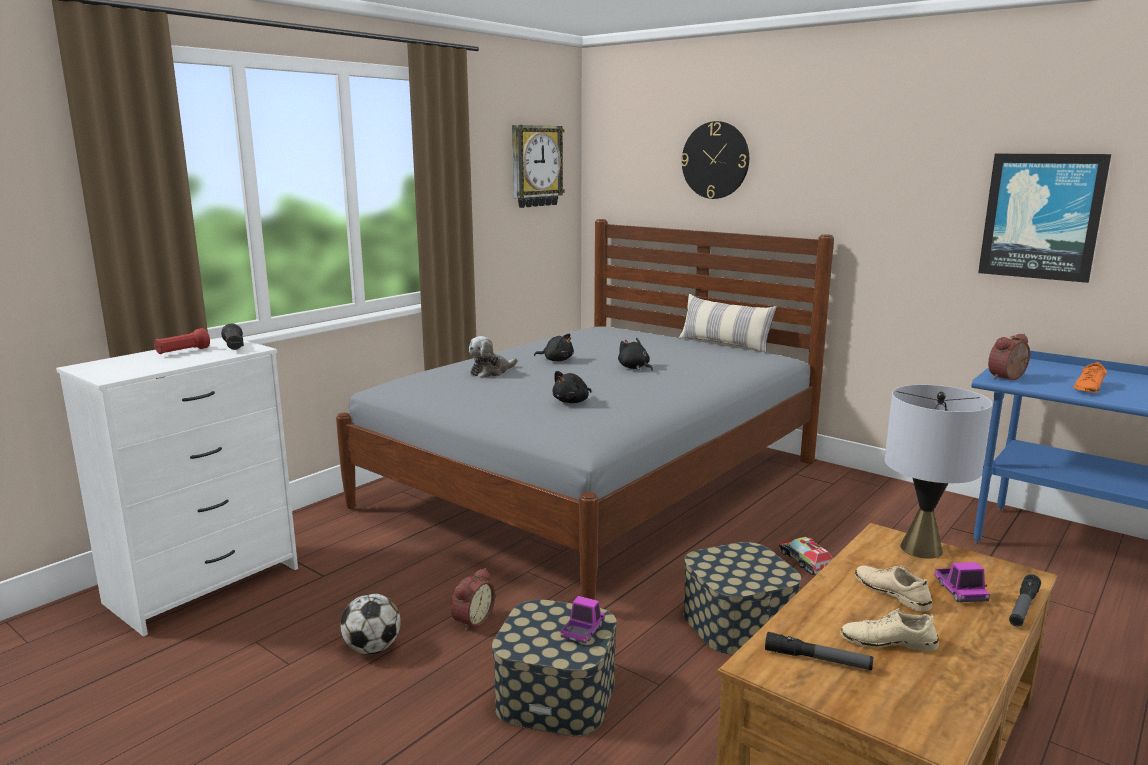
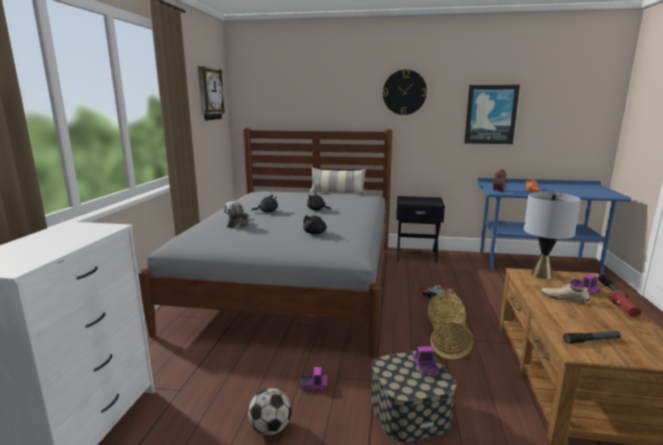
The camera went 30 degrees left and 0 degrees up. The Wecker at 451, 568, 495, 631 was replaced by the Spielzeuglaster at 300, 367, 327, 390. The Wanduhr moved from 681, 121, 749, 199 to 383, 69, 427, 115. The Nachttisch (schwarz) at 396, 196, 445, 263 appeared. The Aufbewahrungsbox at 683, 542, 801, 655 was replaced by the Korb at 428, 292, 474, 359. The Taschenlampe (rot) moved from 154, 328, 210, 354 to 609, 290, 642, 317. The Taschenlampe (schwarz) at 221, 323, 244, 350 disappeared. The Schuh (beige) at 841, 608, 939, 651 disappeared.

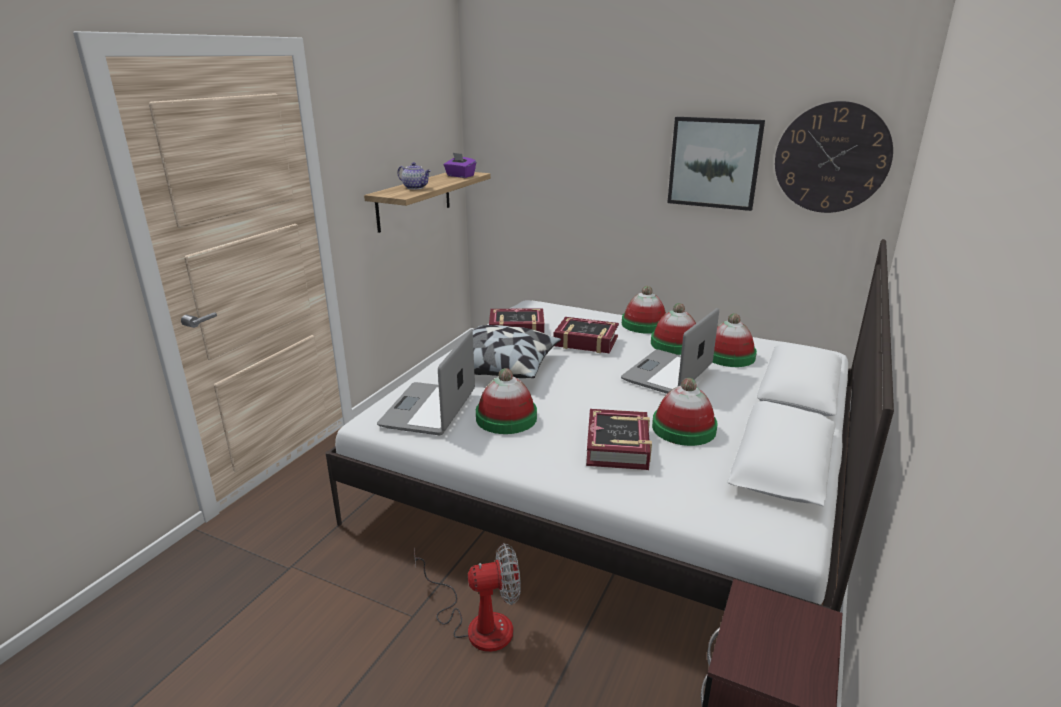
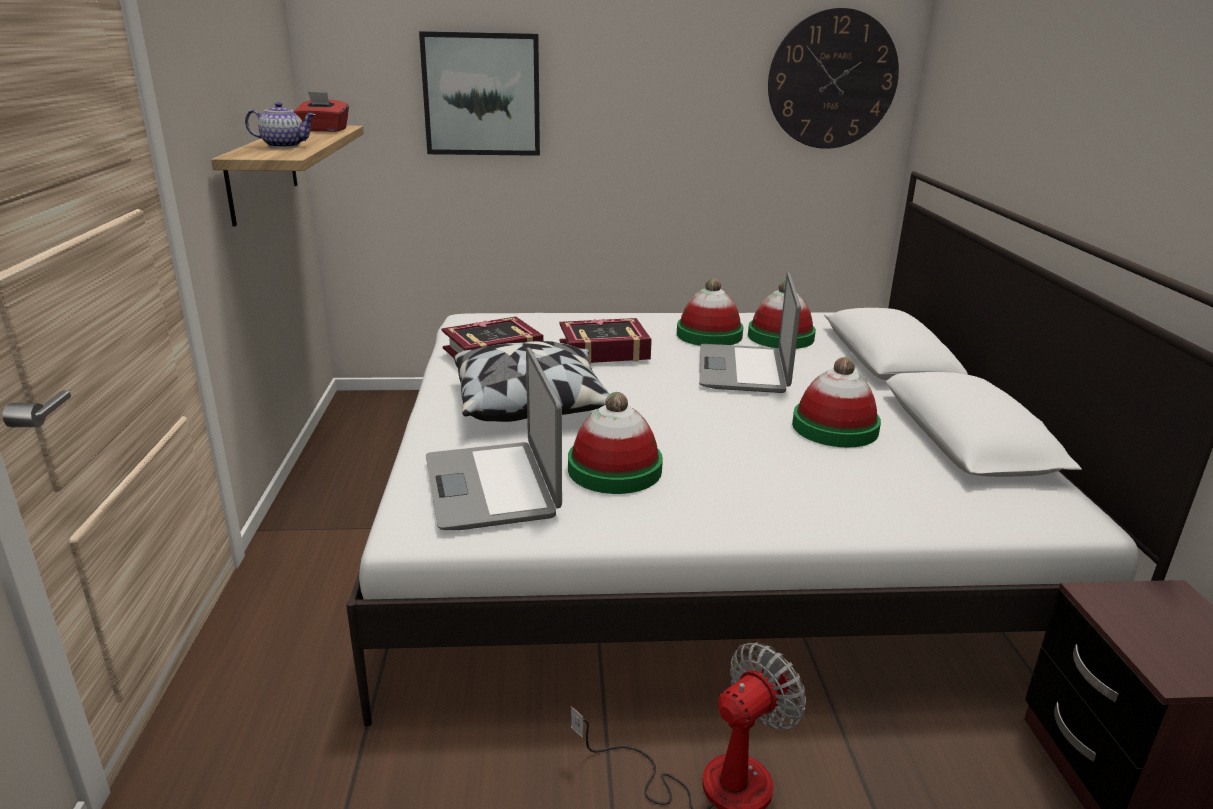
The camera went 30 degrees left and 0 degrees up. The Taschentuchbox (lila) at 444, 153, 476, 178 became the Taschentuchbox (rot) at 294, 92, 349, 132. The Bild moved from 667, 117, 765, 211 to 419, 31, 540, 156. The Buch at 586, 409, 652, 470 disappeared. The Hut at 622, 286, 666, 334 disappeared.

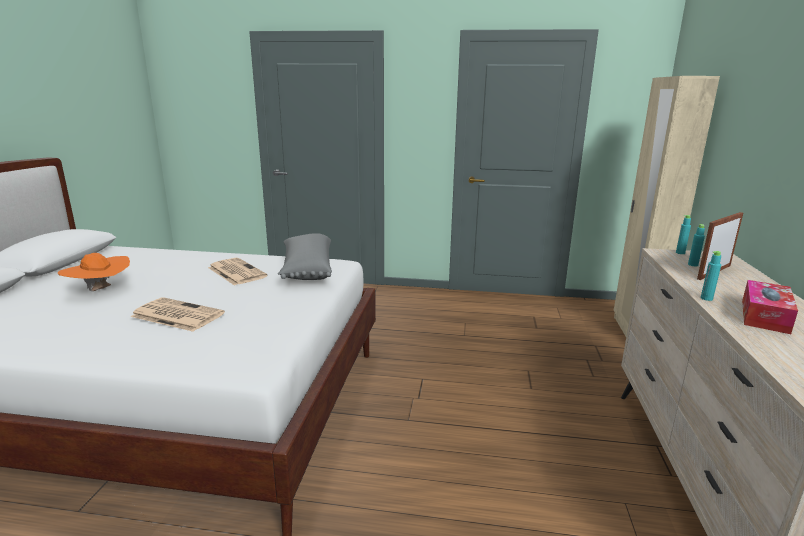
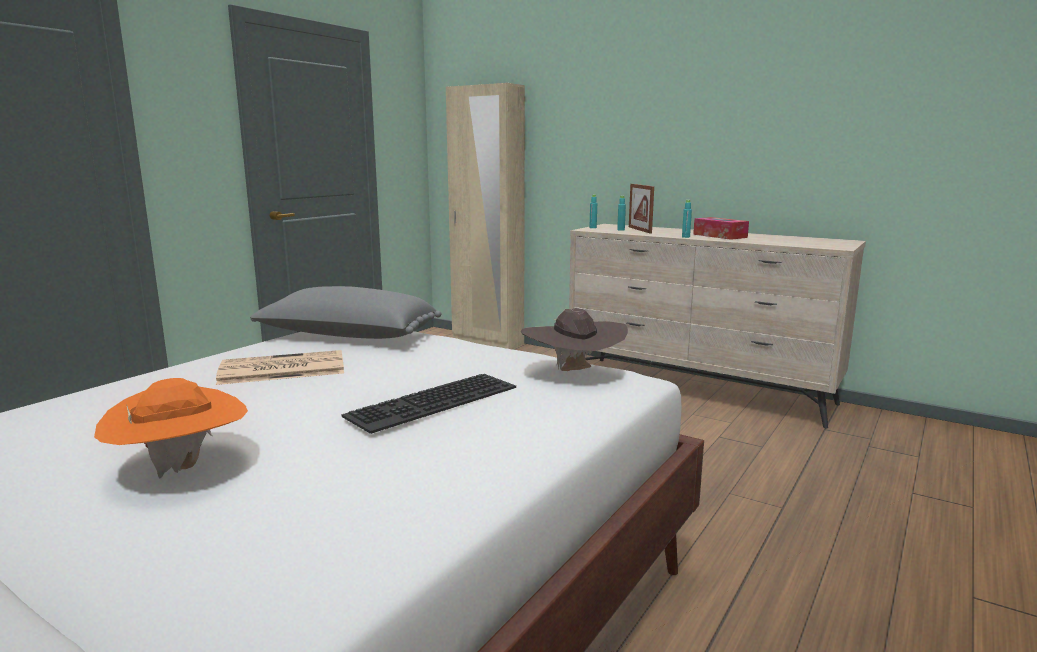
The camera went 65 degrees left and 5 degrees down. The Zeitung at 130, 297, 225, 332 was replaced by the Tastatur at 341, 374, 516, 434. The Hut (braun) at 521, 308, 628, 371 appeared.

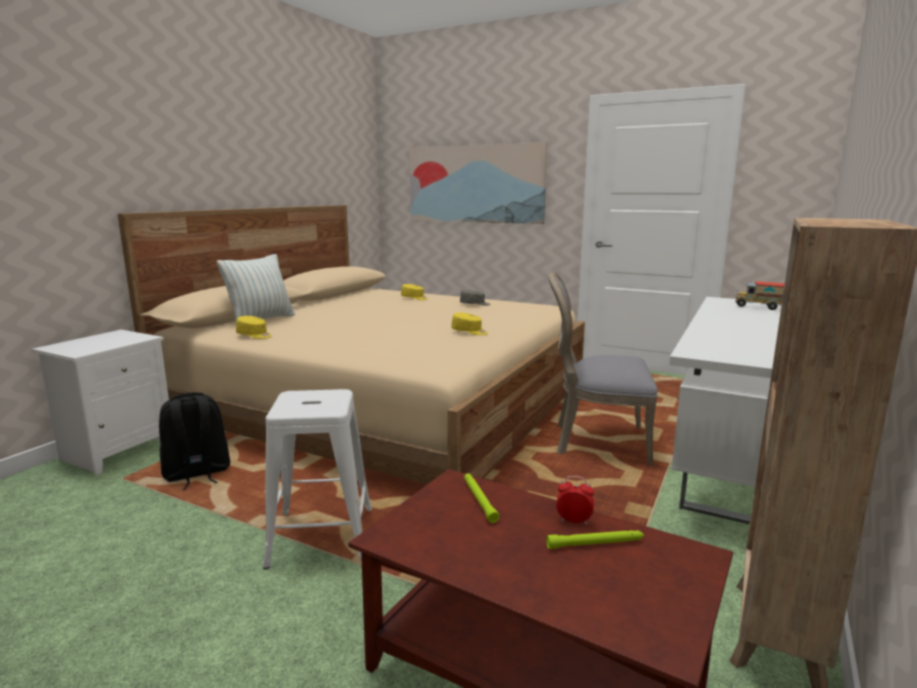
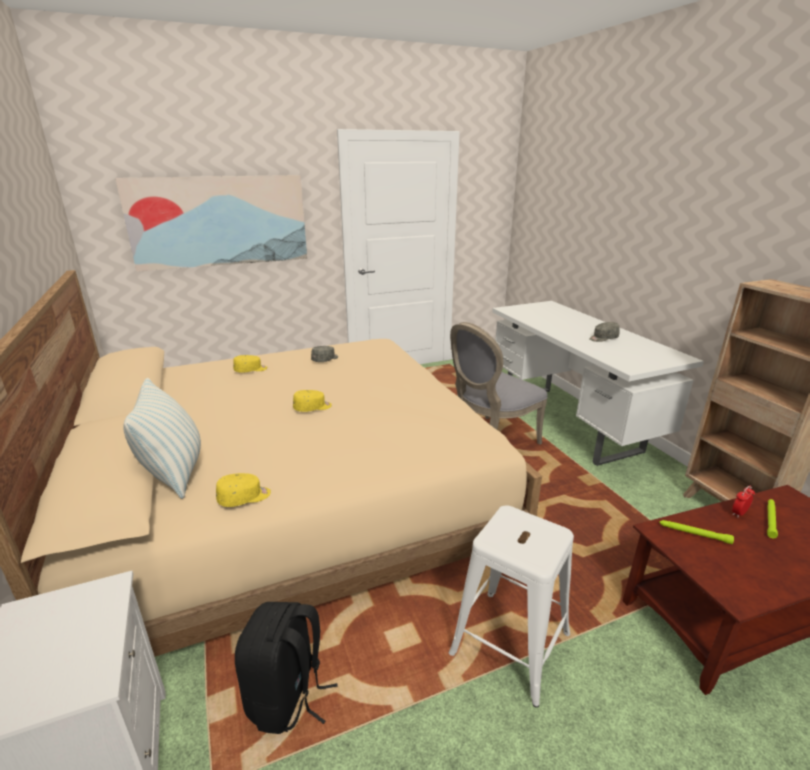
The camera went 50 degrees left and 10 degrees up. The Kappe (gelb) moved from 451, 313, 488, 335 to 293, 390, 332, 412. The Kappe (grau) at 589, 322, 620, 342 appeared. The Spielzeuglaster at 735, 281, 785, 310 disappeared.

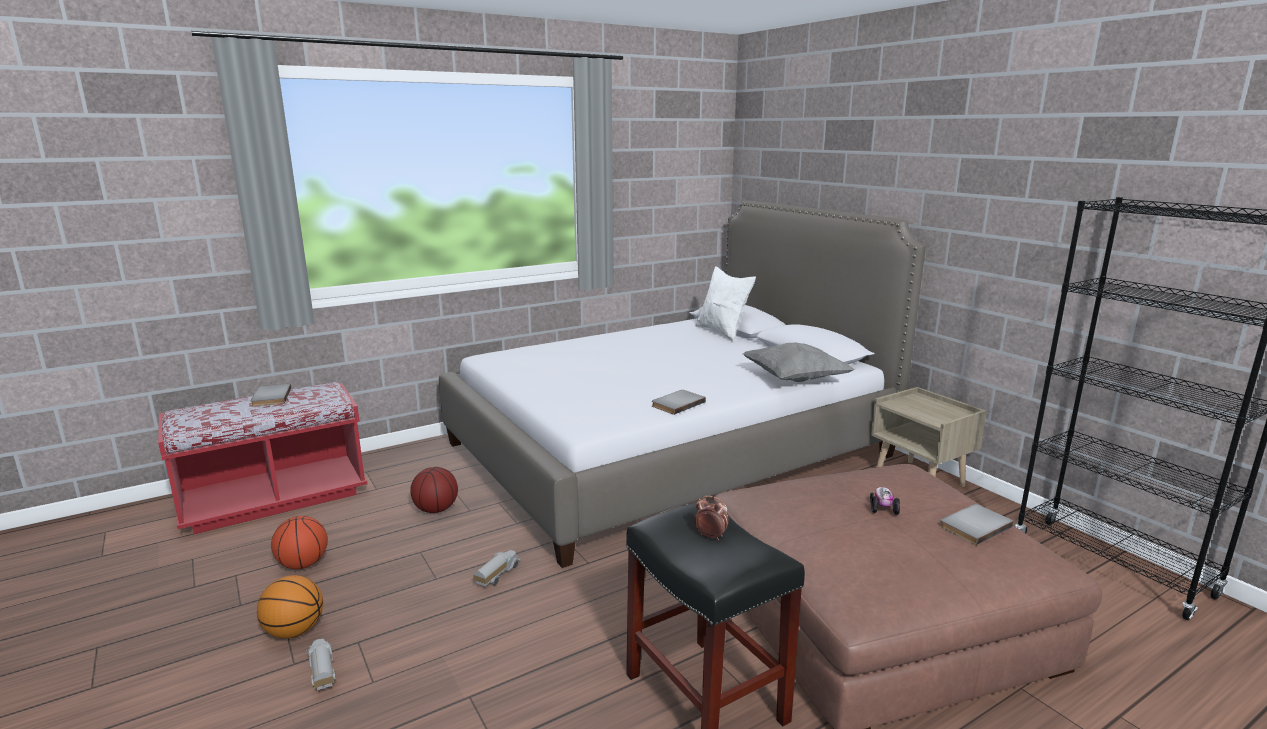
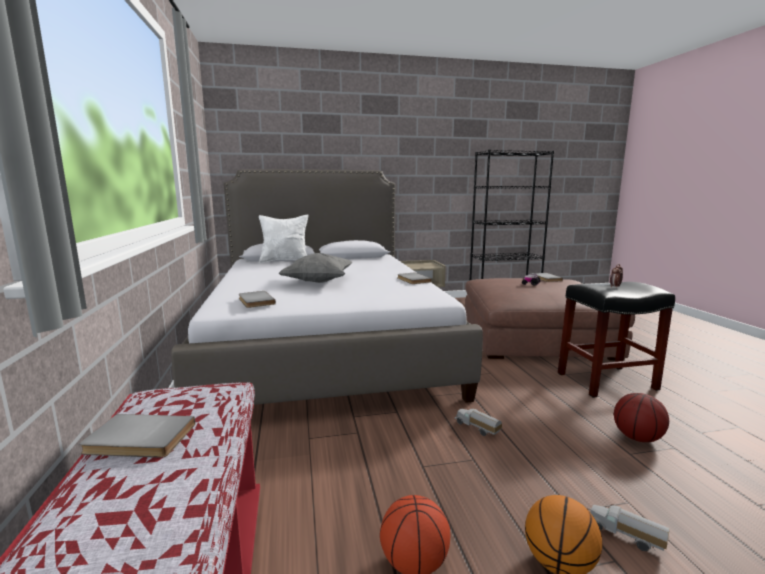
The camera went 70 degrees left and 5 degrees down. The Buch (grau) at 239, 291, 276, 308 appeared. The Kissen (grau) moved from 743, 343, 855, 382 to 279, 253, 352, 283. The Spielzeuglaster at 306, 638, 336, 690 turned 45 degrees clockwise. The Basketball moved from 410, 467, 458, 513 to 614, 393, 669, 442.

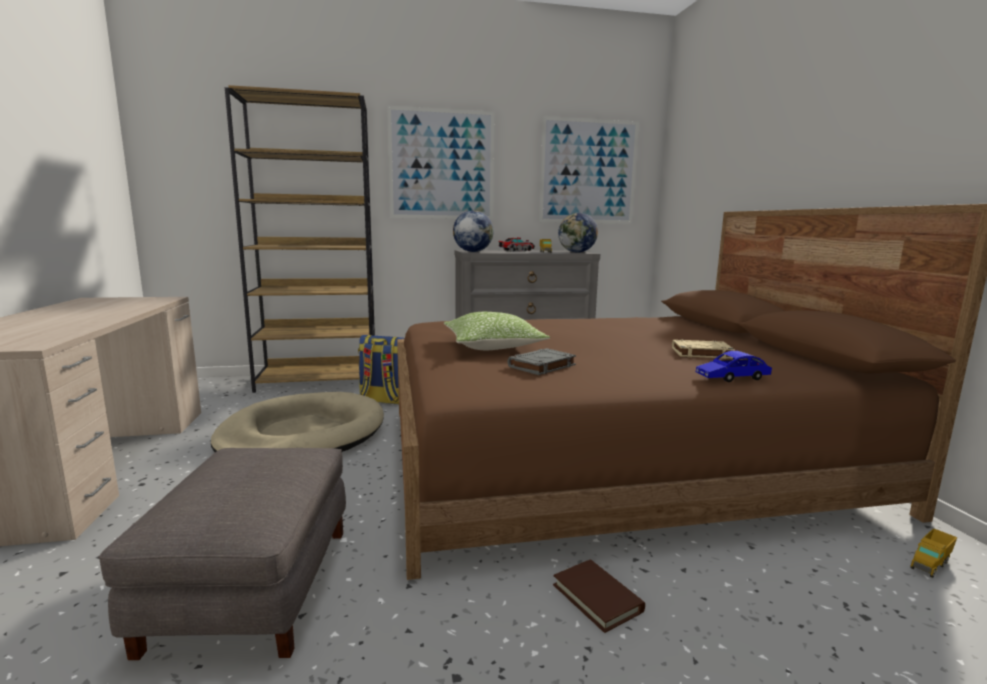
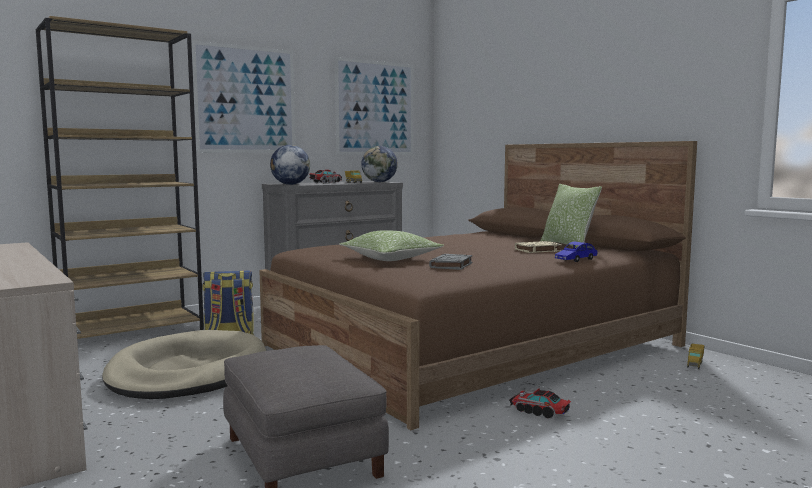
The camera went 25 degrees left and 5 degrees down. The Buch (braun) at 553, 559, 645, 633 was replaced by the Spielzeuglaster at 509, 388, 571, 419. The Kissen at 540, 184, 602, 248 appeared.

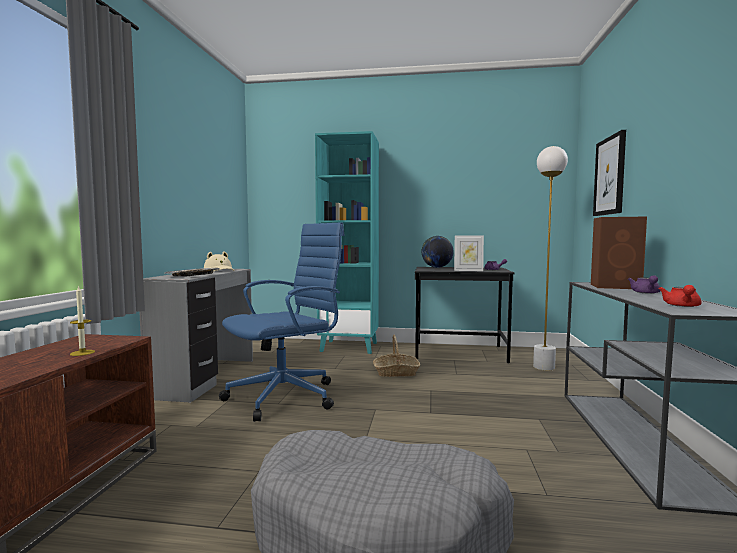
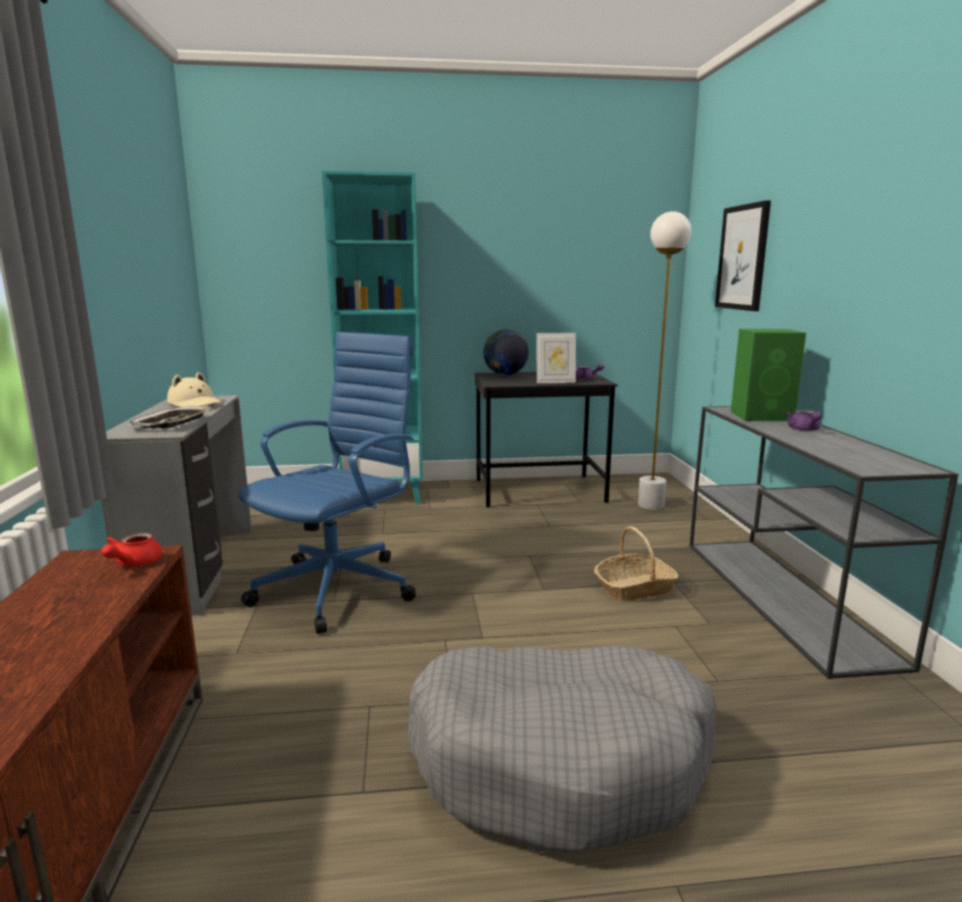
The camera went 15 degrees left and 10 degrees up. The Teekanne (rot) moved from 659, 285, 702, 307 to 101, 533, 162, 567. The Korb moved from 373, 334, 420, 377 to 594, 526, 679, 601. The Lautsprecher (braun) at 591, 217, 647, 289 became the Lautsprecher (grün) at 731, 329, 806, 421. The Kerze at 70, 285, 95, 356 disappeared.

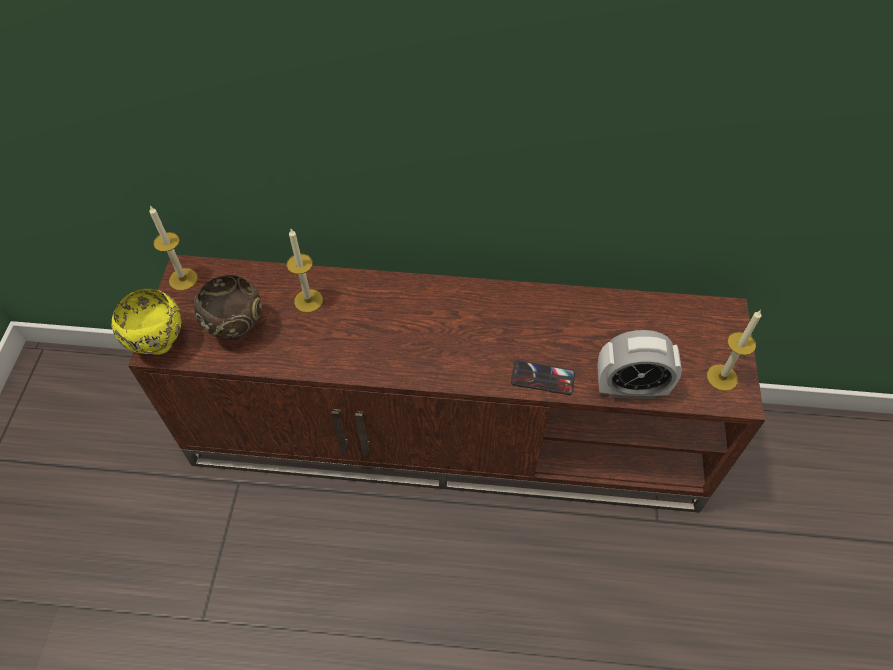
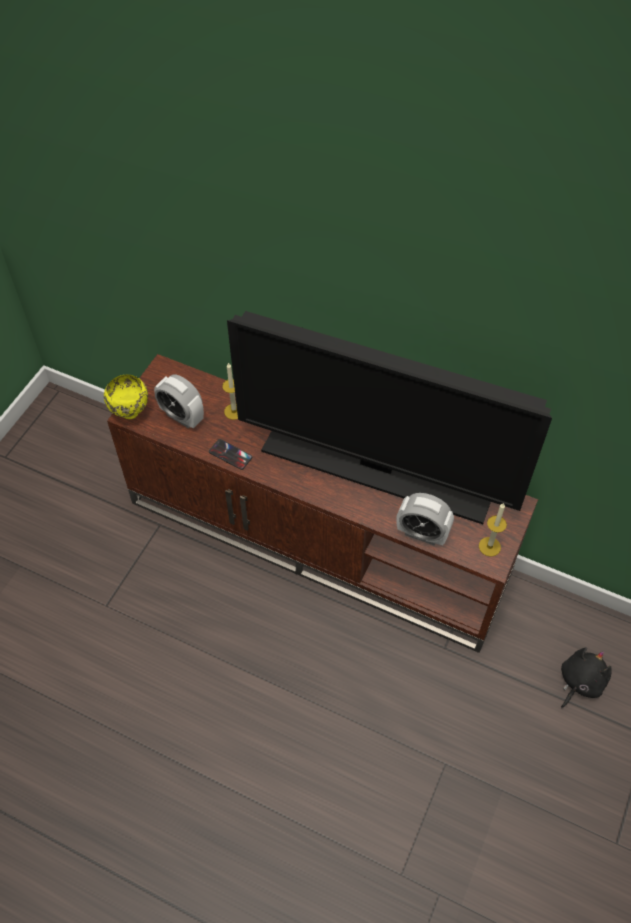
The camera went 20 degrees right and 0 degrees up. The Schüssel (braun) at 194, 275, 262, 340 was replaced by the Wecker at 154, 374, 204, 428. The Handy moved from 511, 360, 575, 395 to 209, 439, 252, 470. The Fernseher at 227, 311, 552, 524 appeared. The Plüschtier (schwarz) at 561, 647, 612, 708 appeared. The Kerze at 149, 206, 198, 291 disappeared.

